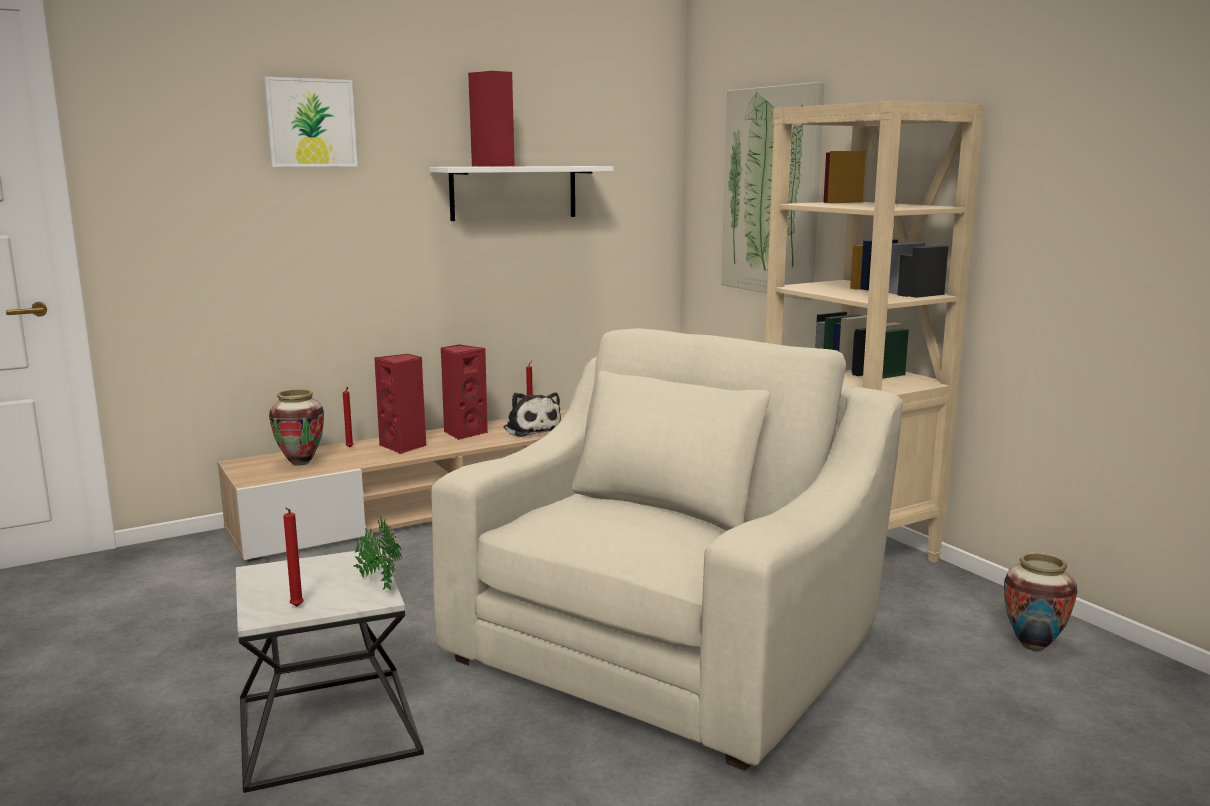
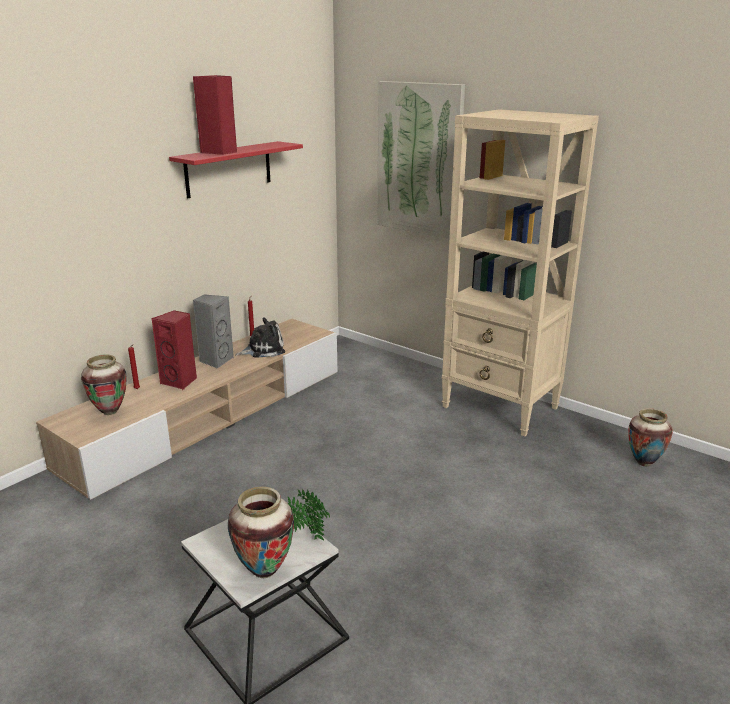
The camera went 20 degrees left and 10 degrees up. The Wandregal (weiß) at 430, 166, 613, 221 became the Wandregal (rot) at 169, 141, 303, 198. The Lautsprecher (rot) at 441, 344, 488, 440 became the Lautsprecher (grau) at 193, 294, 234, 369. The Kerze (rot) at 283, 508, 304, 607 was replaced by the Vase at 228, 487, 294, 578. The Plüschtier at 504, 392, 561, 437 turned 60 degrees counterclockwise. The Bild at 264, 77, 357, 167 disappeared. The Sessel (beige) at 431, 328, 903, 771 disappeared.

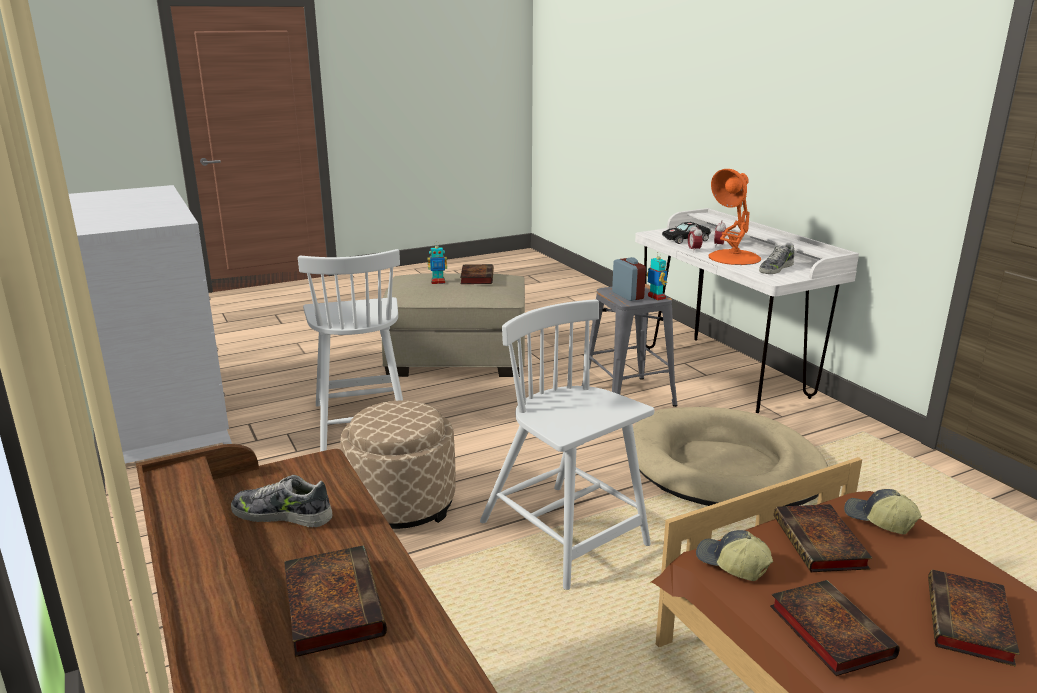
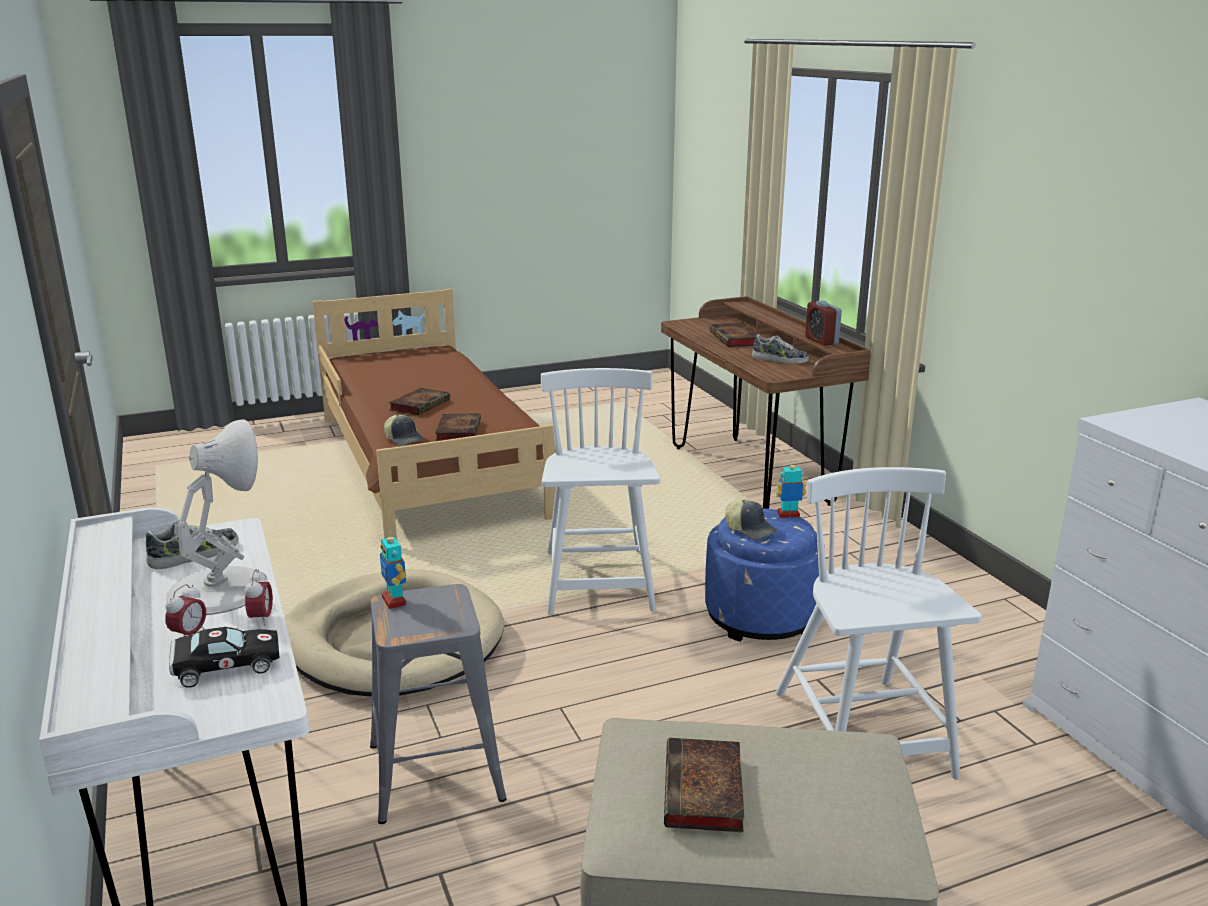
The camera went 175 degrees left and 0 degrees up. The Tischlampe (orange) at 709, 169, 761, 265 became the Tischlampe (weiß) at 166, 419, 267, 615. The Stuhl (weiß) at 480, 299, 654, 590 turned 150 degrees counterclockwise. The Polsterhocker (beige) at 340, 401, 456, 529 became the Polsterhocker (blau) at 705, 509, 825, 642. The Kappe moved from 696, 530, 773, 581 to 725, 499, 777, 540. The Spielzeugroboter moved from 427, 243, 447, 284 to 776, 460, 806, 518. The Wecker moved from 612, 257, 646, 301 to 805, 300, 842, 346. The Buch at 770, 580, 900, 676 disappeared.

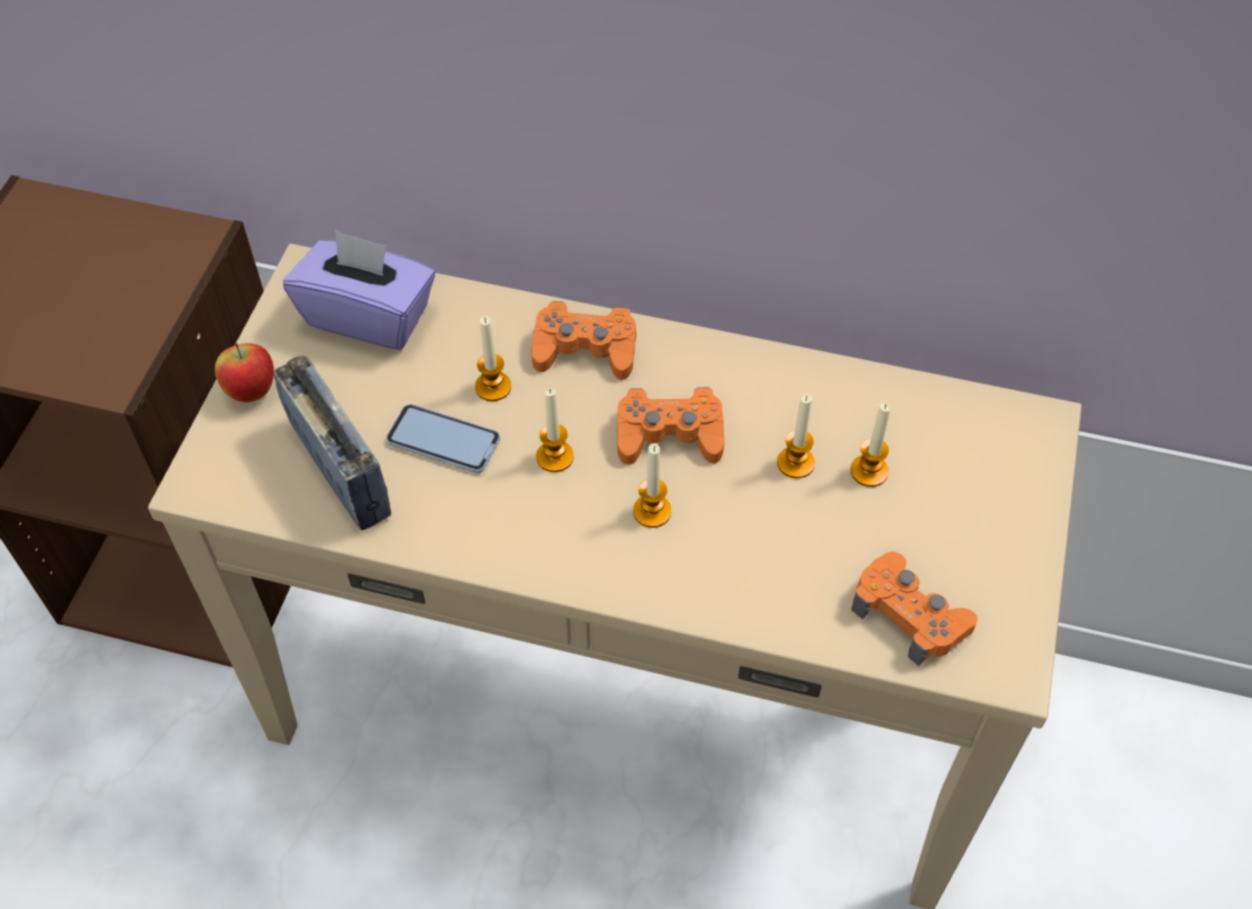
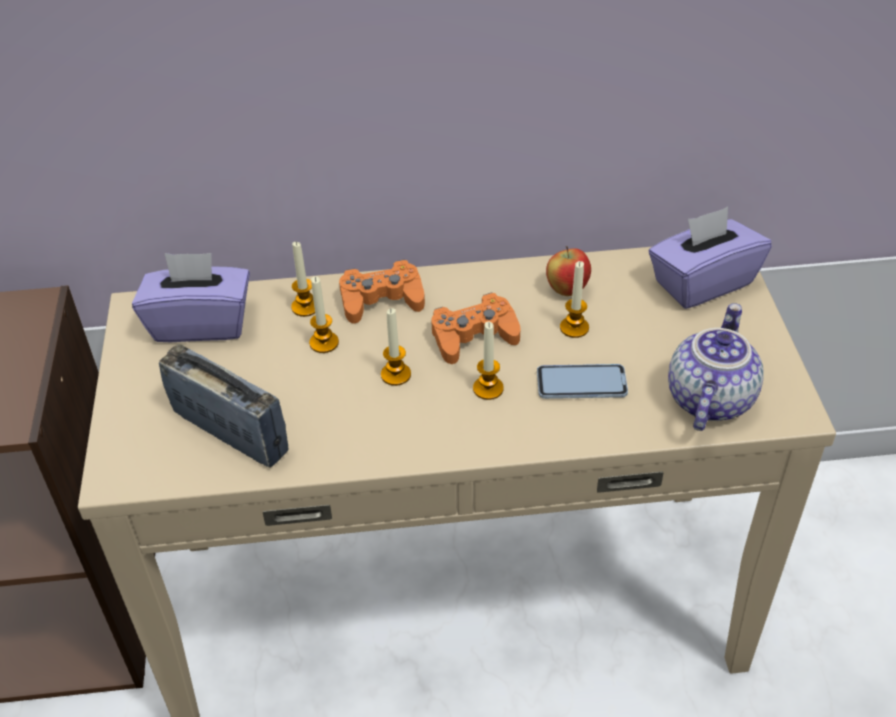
The camera went 20 degrees left and 10 degrees down. The Kerze moved from 851, 403, 890, 487 to 291, 242, 315, 317. The Handy moved from 386, 404, 500, 473 to 537, 364, 628, 399. The Apfel moved from 215, 343, 274, 402 to 546, 246, 591, 296. The Taschentuchbox (lila) at 649, 207, 772, 309 appeared. The Gamepad (orange) at 851, 551, 978, 666 was replaced by the Teekanne at 668, 303, 763, 431.

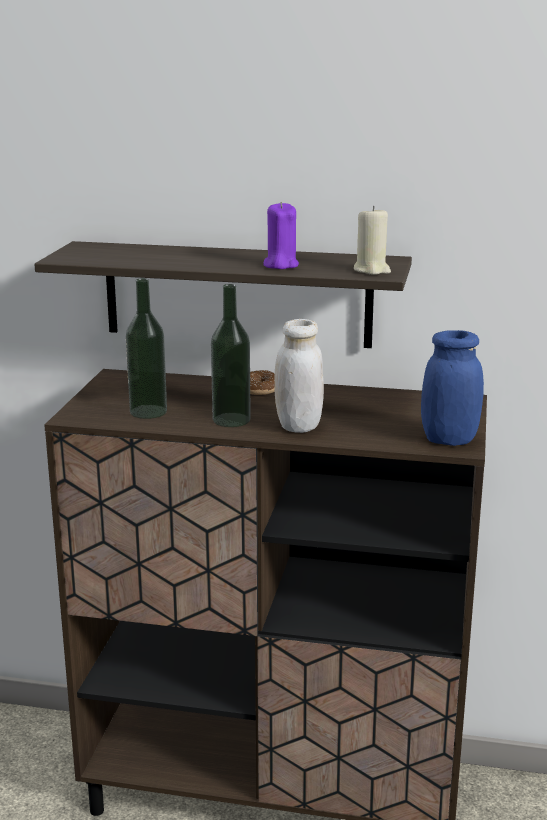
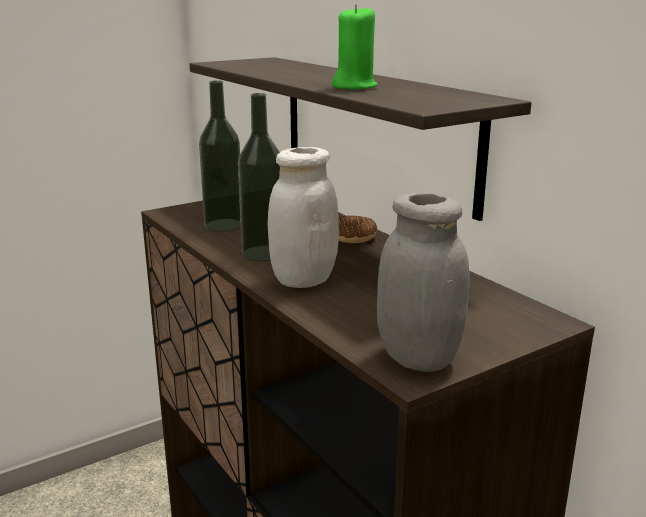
The camera went 45 degrees right and 0 degrees up. The Kerze (lila) at 263, 202, 299, 269 became the Kerze (grün) at 332, 4, 378, 89. The Vorratsglas (blau) at 421, 330, 484, 446 became the Vorratsglas (grau) at 377, 193, 469, 372. The Kerze (beige) at 354, 206, 391, 275 disappeared.

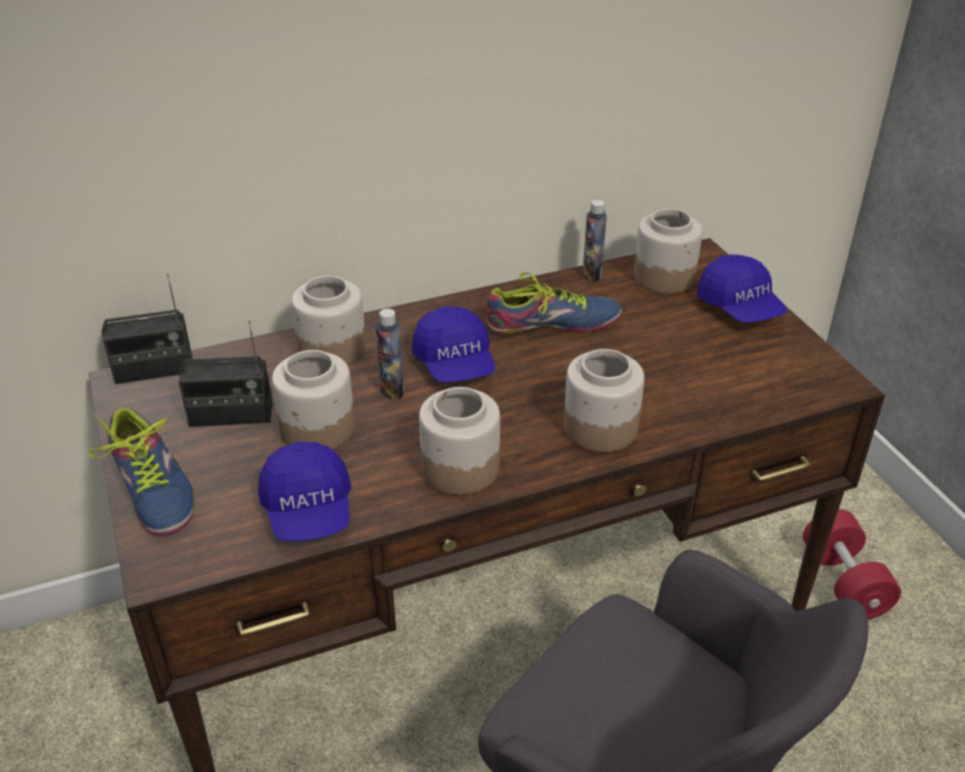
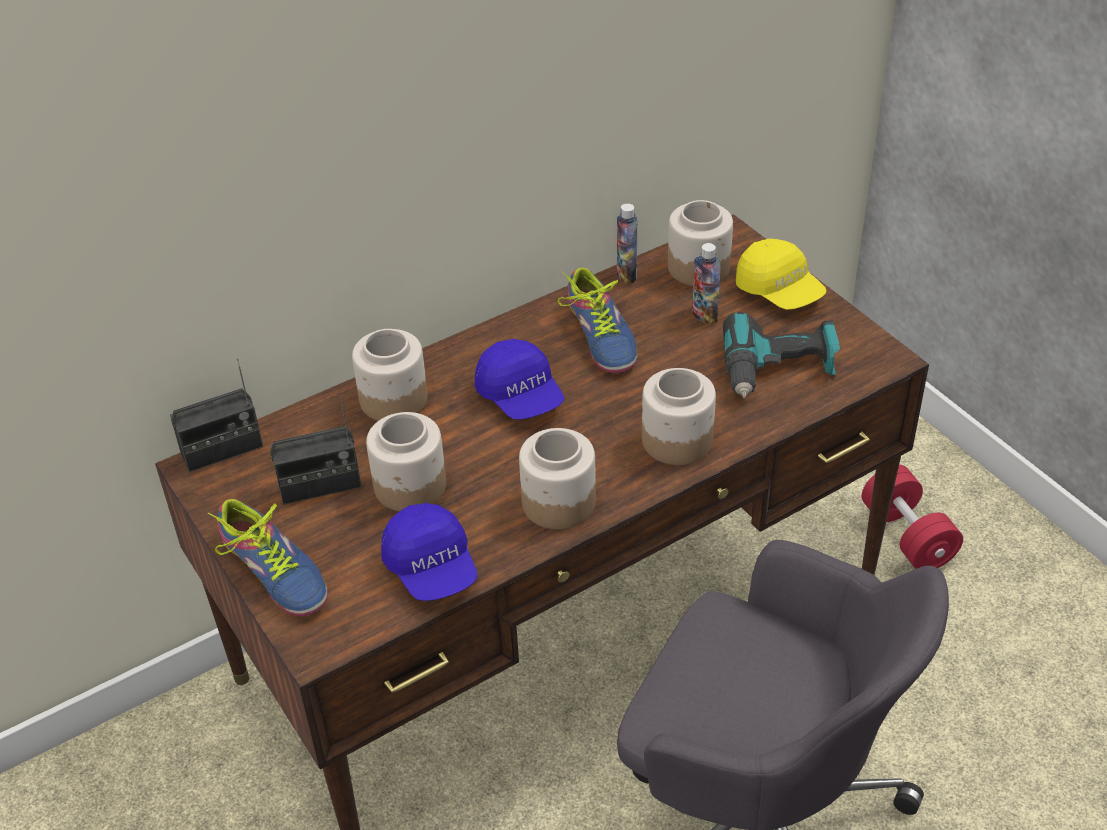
The camera went 10 degrees left and 5 degrees up. The Schuh at 486, 272, 622, 334 turned 90 degrees clockwise. The Flasche moved from 376, 309, 404, 400 to 692, 243, 721, 325. The Bohrmaschine at 723, 312, 840, 398 appeared. The Kappe (blau) at 697, 254, 788, 323 became the Kappe (gelb) at 736, 239, 826, 310.

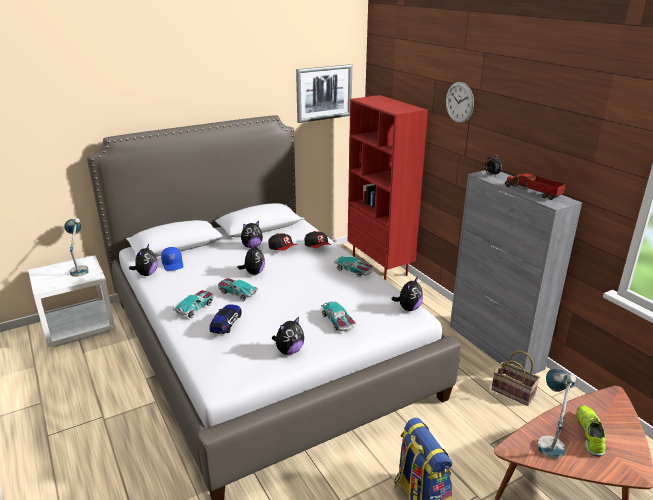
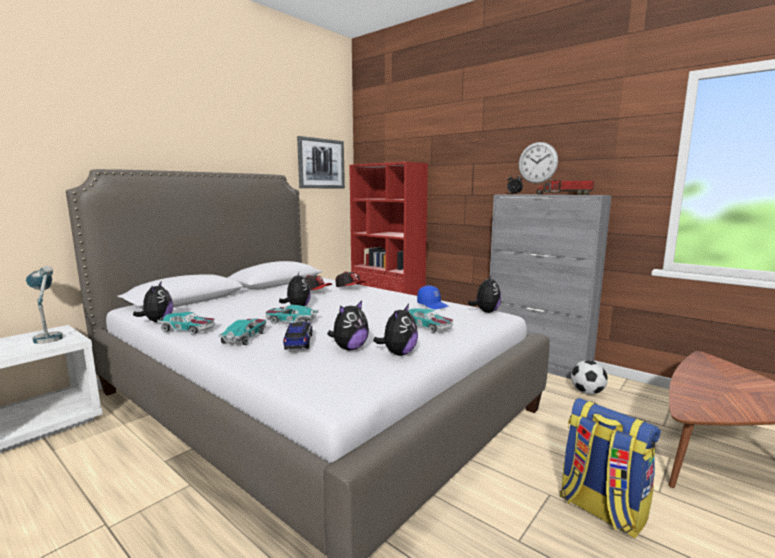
The camera went 20 degrees left and 15 degrees down. The Spielzeugauto moved from 334, 256, 373, 277 to 157, 312, 215, 335. The Plüschtier moved from 241, 221, 263, 248 to 327, 300, 369, 350. The Kappe (blau) moved from 161, 247, 183, 271 to 417, 285, 448, 309. The Wanduhr moved from 446, 82, 474, 123 to 519, 142, 558, 183. The Korb at 491, 351, 540, 406 was replaced by the Fußball at 571, 360, 608, 395. The Tischlampe at 537, 368, 576, 459 disappeared. The Schuh at 576, 405, 606, 457 disappeared.

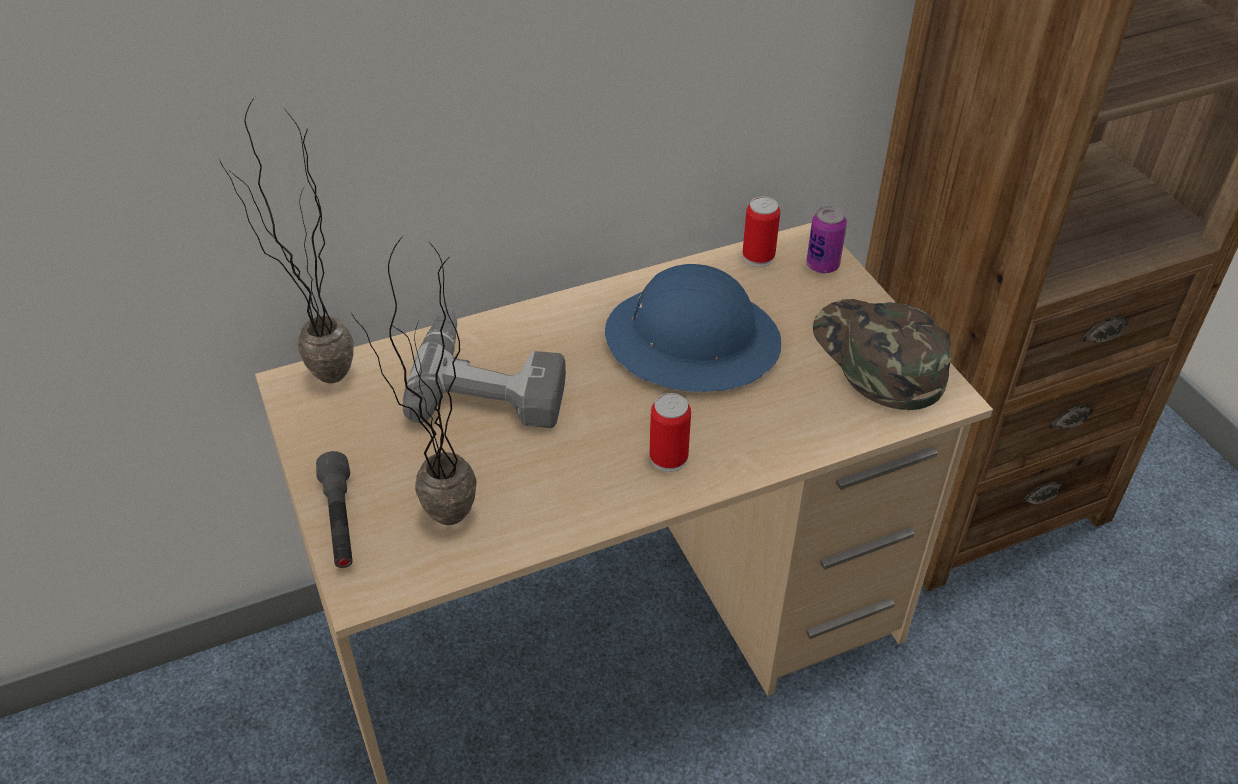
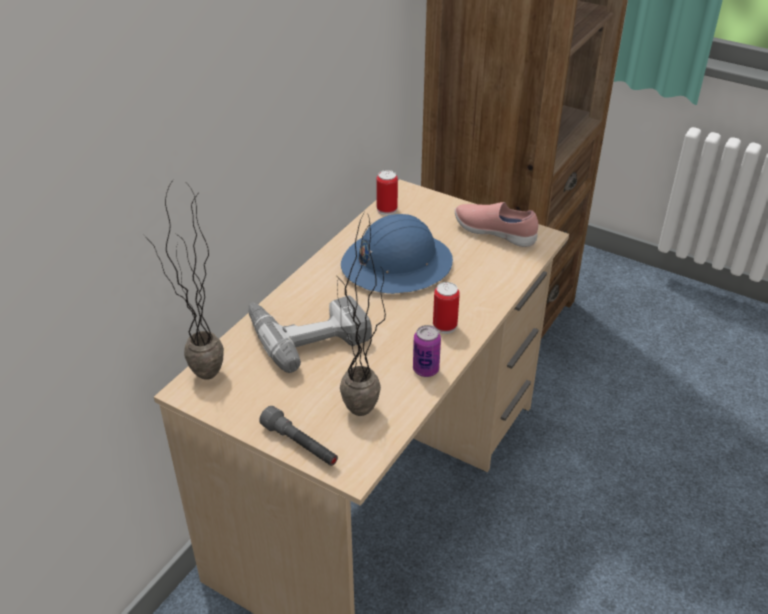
The camera went 35 degrees left and 5 degrees down. The Dose moved from 806, 206, 847, 274 to 413, 325, 441, 377. The Kappe (grün) at 813, 299, 951, 410 was replaced by the Schuh (rosa) at 455, 202, 539, 247.

